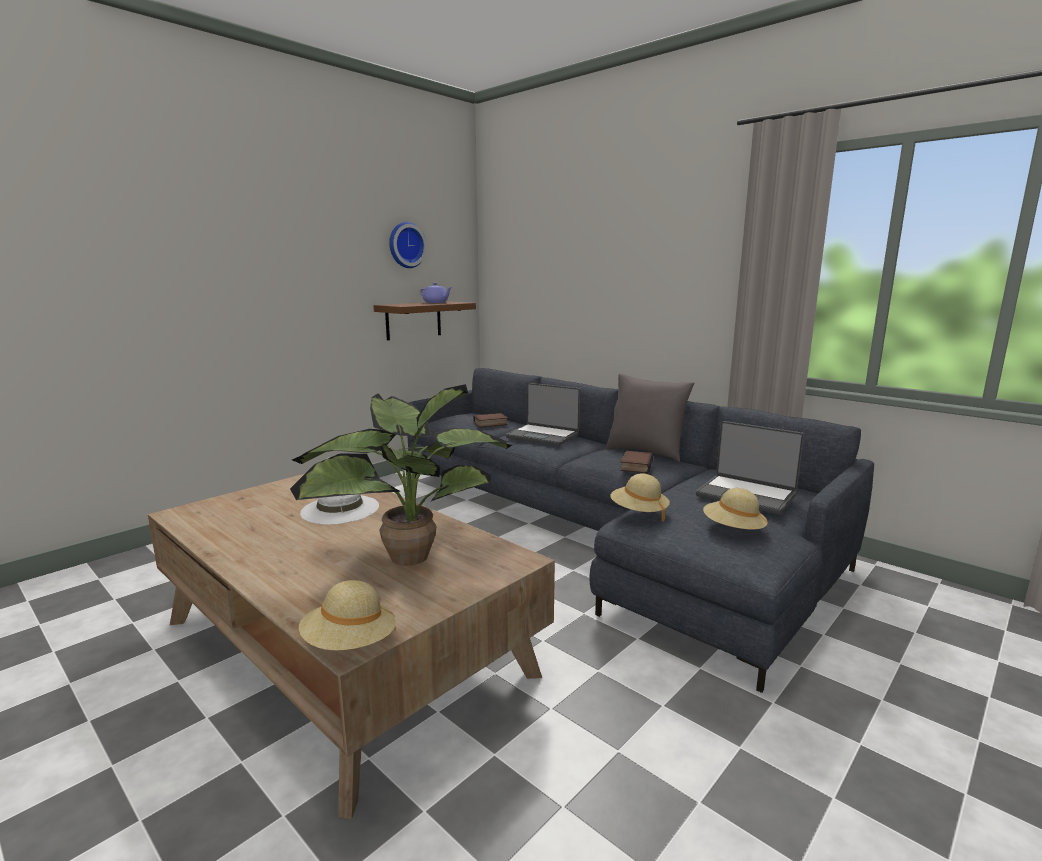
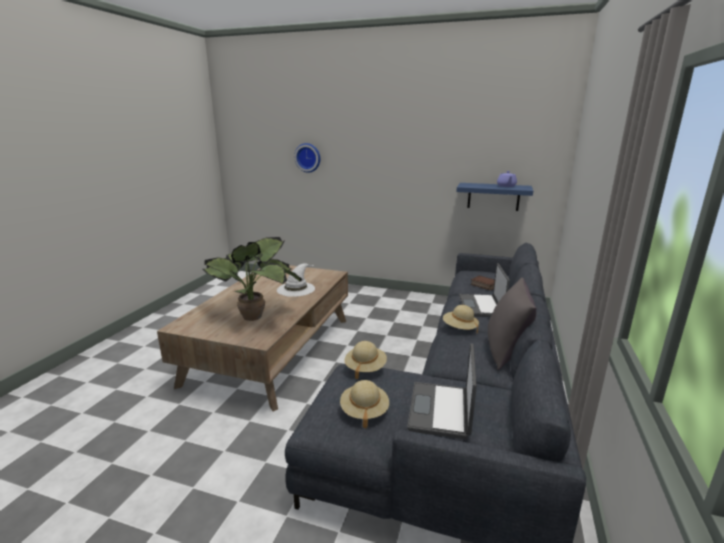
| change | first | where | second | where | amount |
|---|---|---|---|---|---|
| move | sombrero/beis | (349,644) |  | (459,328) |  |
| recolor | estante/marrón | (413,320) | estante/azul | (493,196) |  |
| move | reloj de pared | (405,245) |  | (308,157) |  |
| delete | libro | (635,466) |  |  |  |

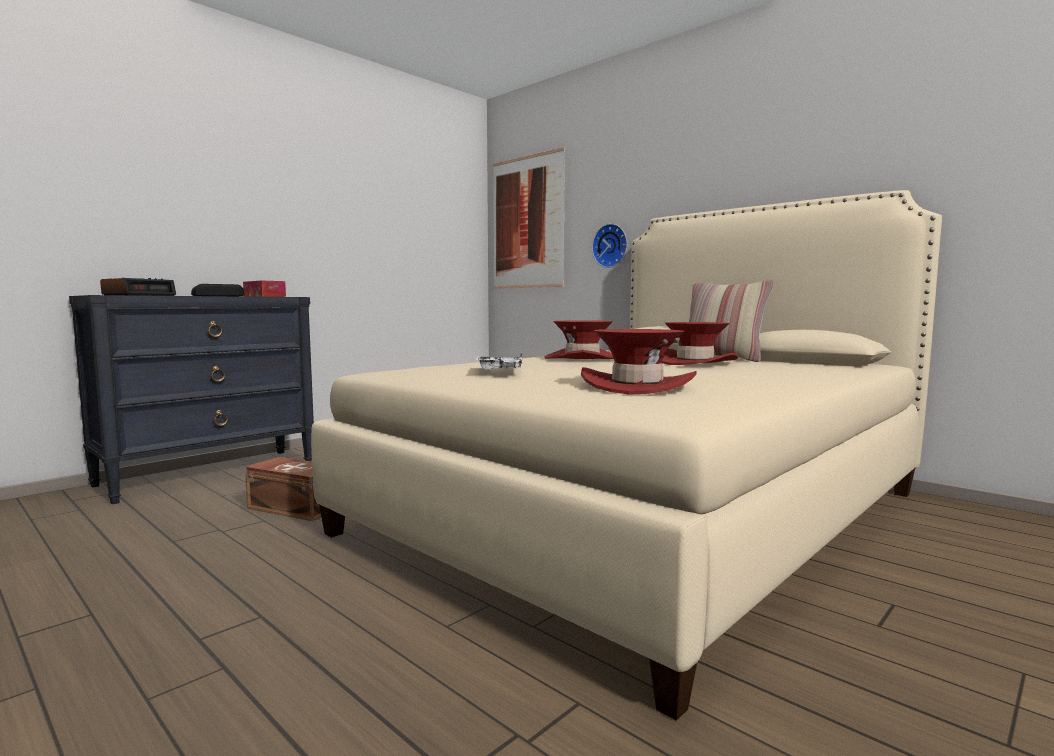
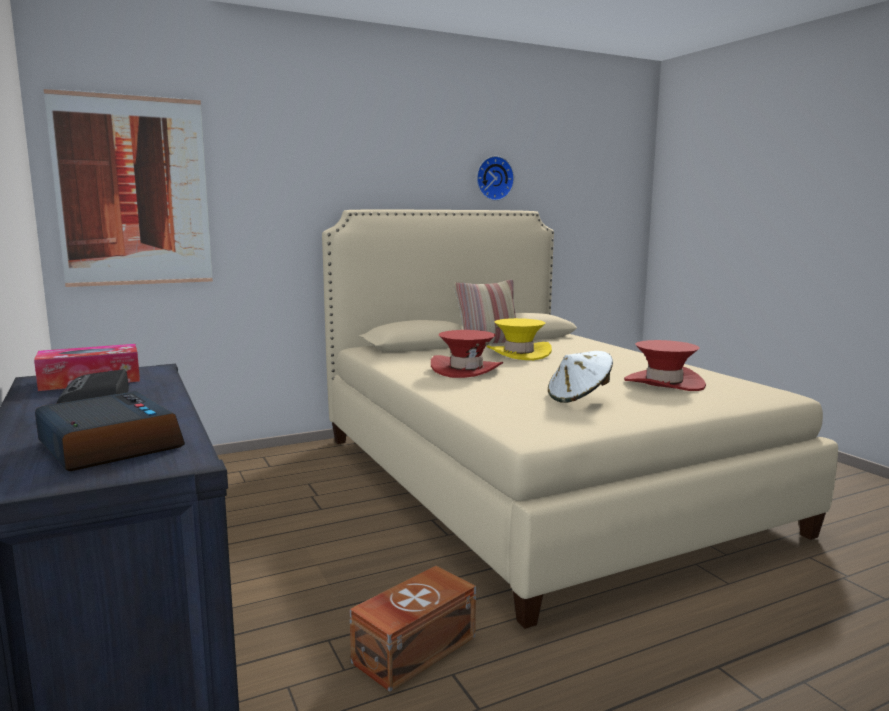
| change | first | where | second | where | amount |
|---|---|---|---|---|---|
| replace | bandeja/blanco | (500,370) | sombrero/blanco | (579,397) |  |
| move | reloj de pared | (611,246) |  | (493,178) |  |
| recolor | sombrero/rojo | (695,362) | sombrero/amarillo | (518,353) |  |

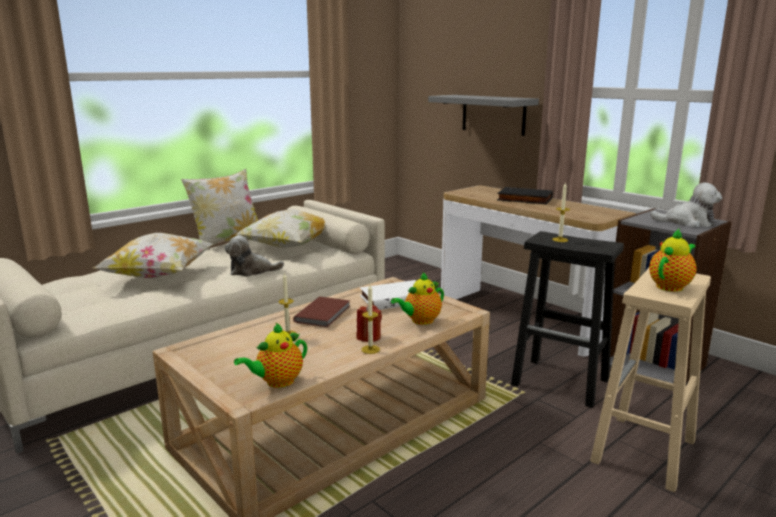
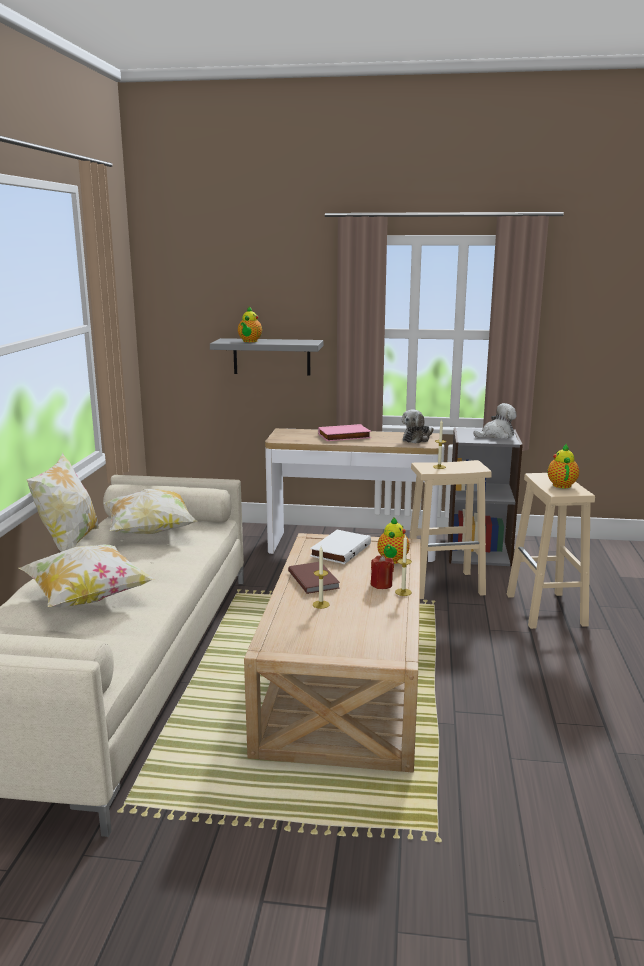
| change | first | where | second | where | amount |
|---|---|---|---|---|---|
| move | peluche | (251,271) |  | (417,439) |  |
| move | tetera | (277,382) |  | (249,341) |  |
| recolor | libro/negro | (524,199) | libro/rosa | (344,436) |  |
| recolor | taburete/negro | (562,382) | taburete/beis | (445,585) |  |

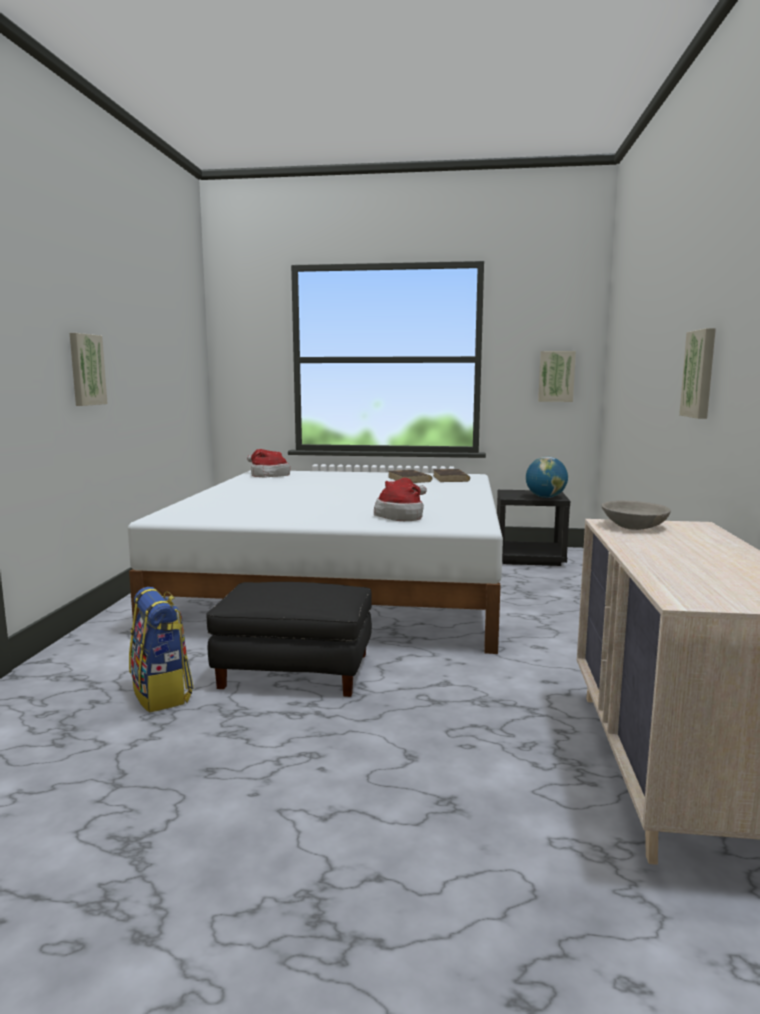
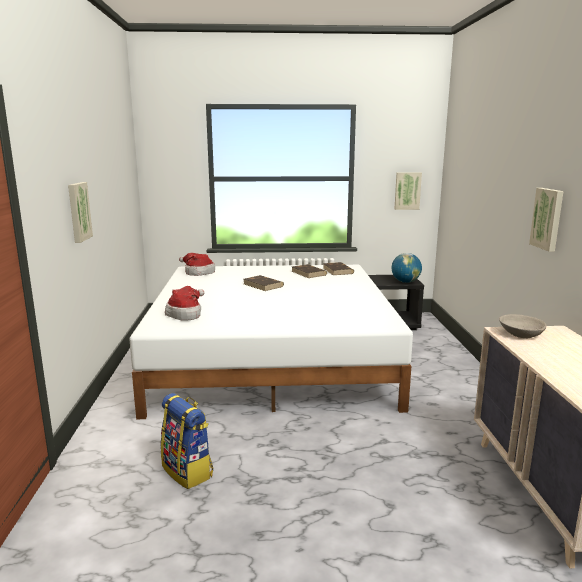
| change | first | where | second | where | amount |
|---|---|---|---|---|---|
| delete | puf/negro | (296,670) |  |  |  |
| move | sombrero | (402,515) |  | (186,314) |  |
| insert |  |  | libro/marrón | (263,285) |  |

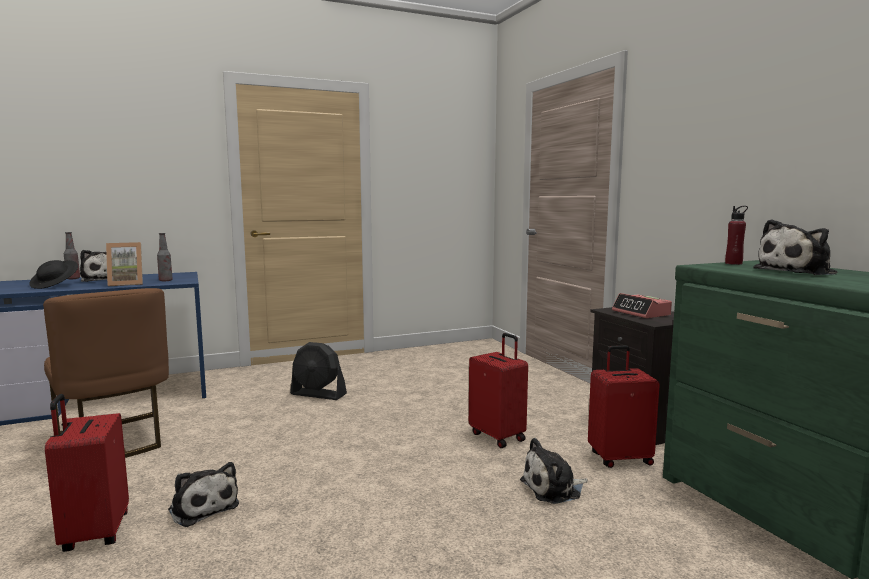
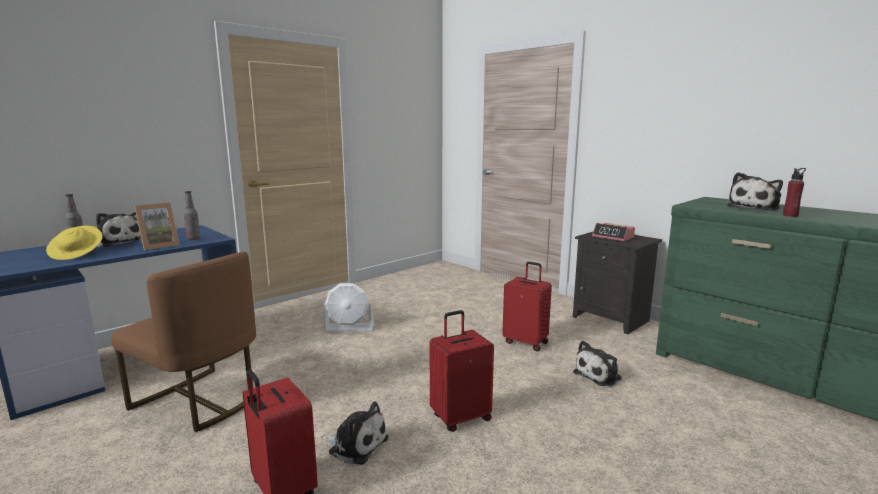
| change | first | where | second | where | amount |
|---|---|---|---|---|---|
| recolor | sombrero/negro | (55,285) | sombrero/amarillo | (77,254) |  |
| recolor | ventilador/negro | (318,394) | ventilador/blanco | (349,328) |  |
| move | maleta/rojo | (619,458) |  | (460,417) |  |
| move | botella/rojo | (733,263) |  | (790,215) |  |

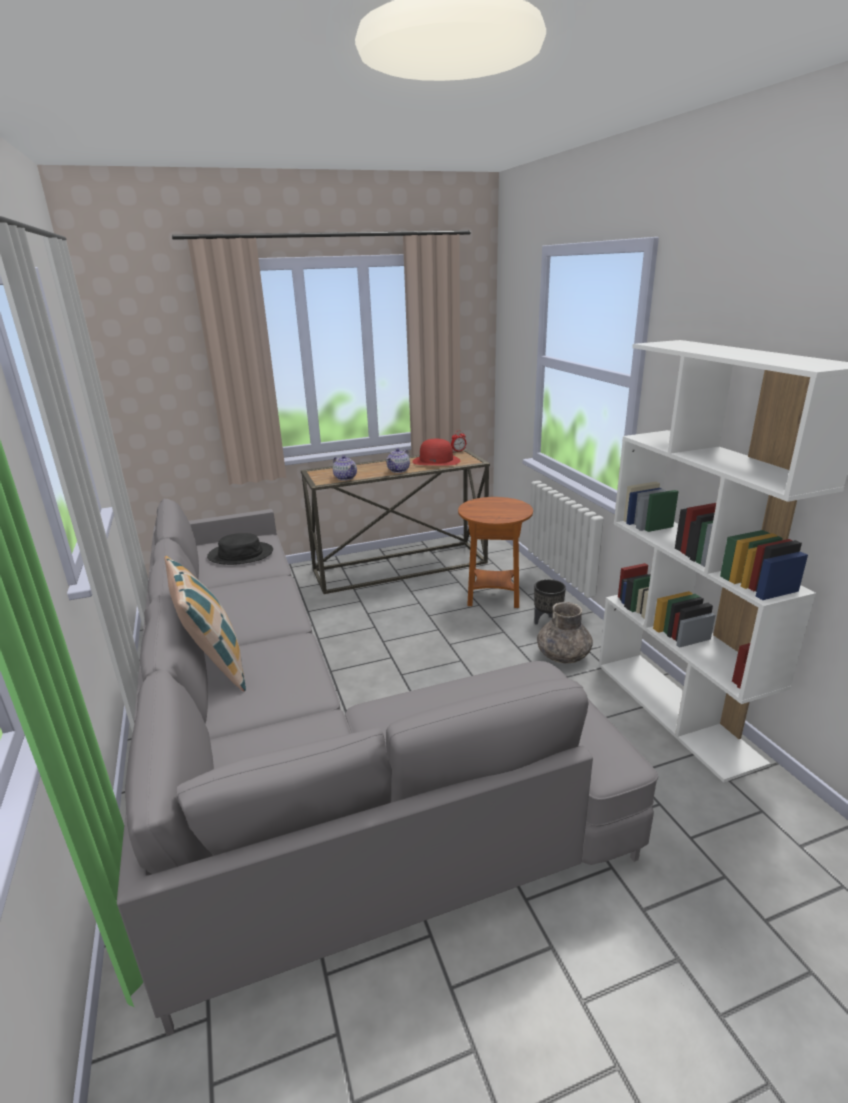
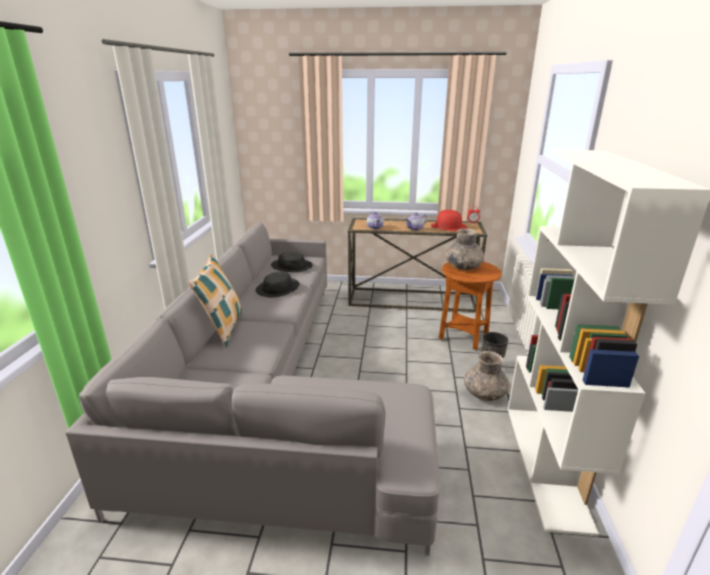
| change | first | where | second | where | amount |
|---|---|---|---|---|---|
| insert |  |  | sombrero/negro | (278,288) |  |
| insert |  |  | florero/gris | (463,267) |  |

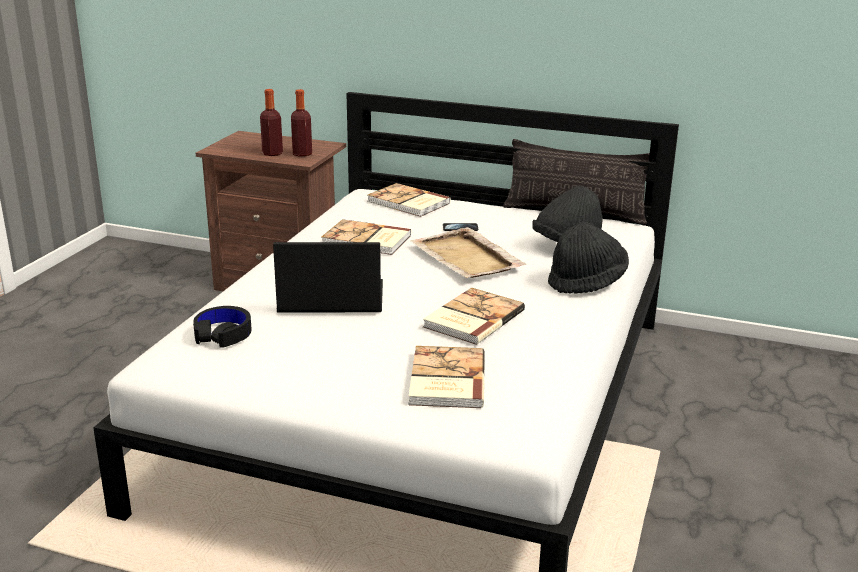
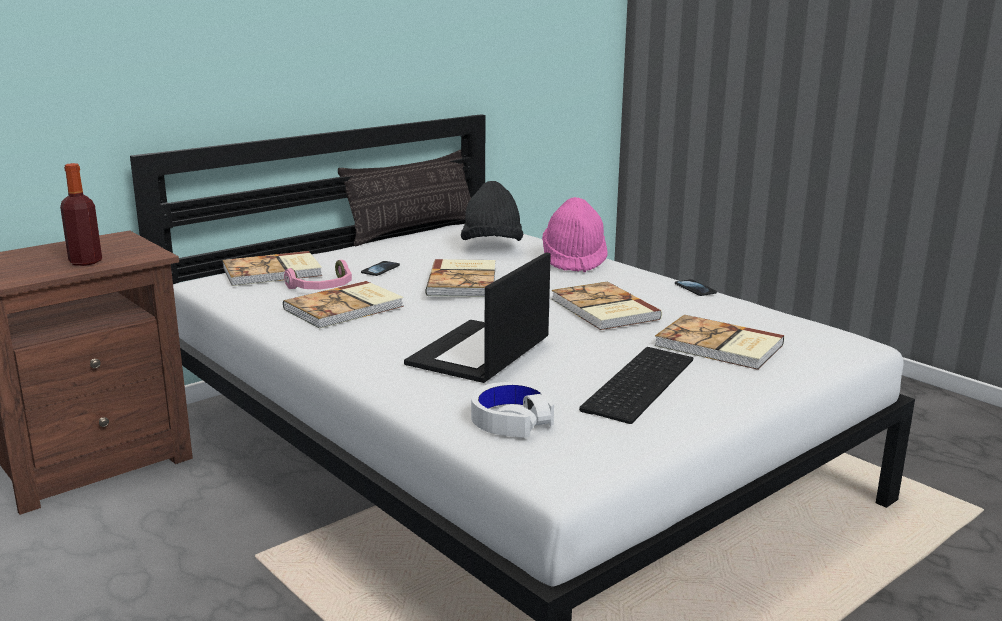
| change | first | where | second | where | amount |
|---|---|---|---|---|---|
| recolor | auriculares/negro | (222,334) | auriculares/blanco | (511,420) |  |
| delete | botella | (302,154) |  |  |  |
| replace | bandeja/beis | (467,258) | libro | (464,281) |  |
| recolor | sombrero/negro | (586,282) | sombrero/rosa | (574,260) |  |
| insert |  |  | auriculares/rosa | (323,287) |  |
| insert |  |  | teclado | (637,382) |  |
| insert |  |  | móvil | (695,289) |  |

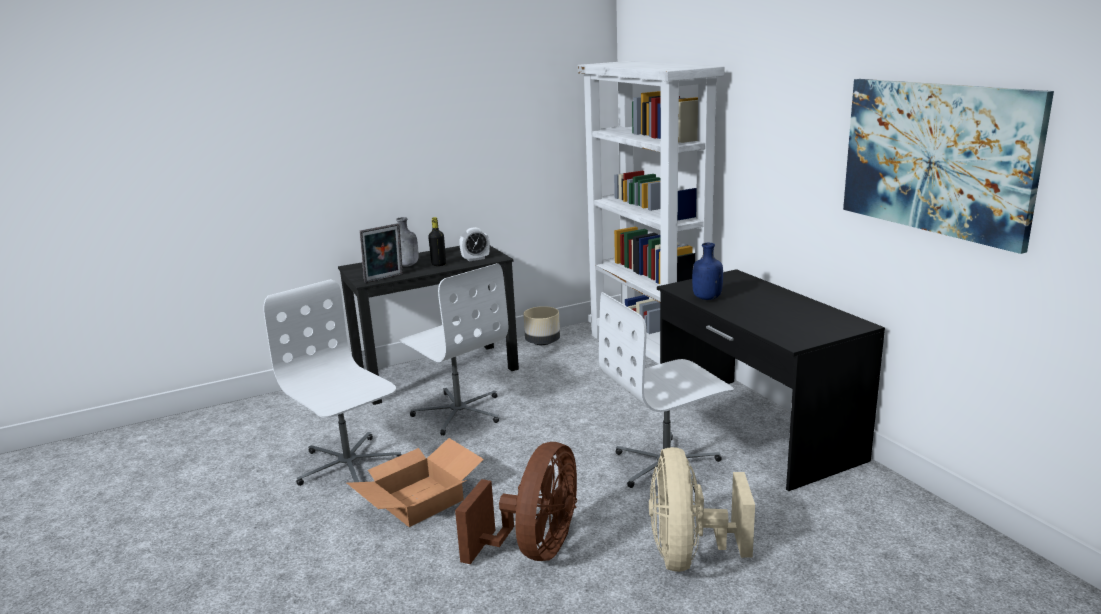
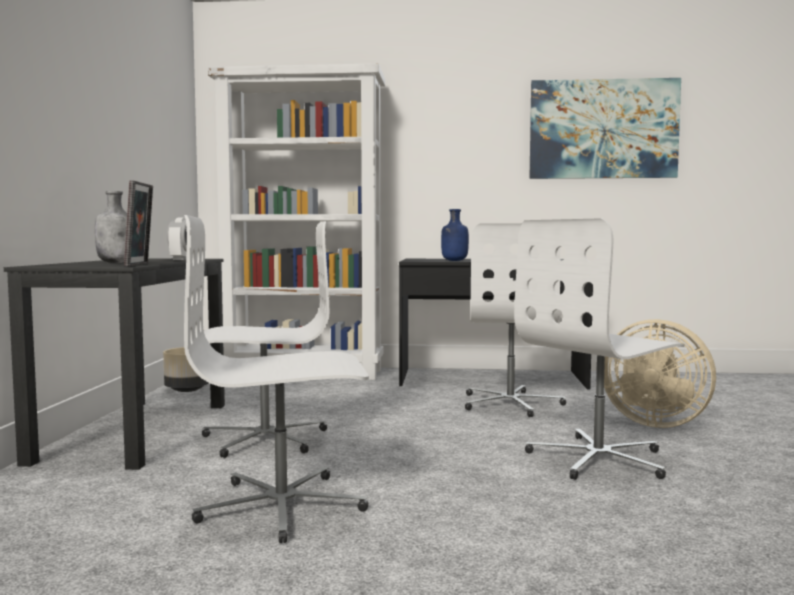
| change | first | where | second | where | amount |
|---|---|---|---|---|---|
| delete | caja de cartón | (420,499) |  |  |  |
| delete | botella/negro | (438,264) |  |  |  |
| replace | ventilador/marrón | (534,548) | silla de oficina/blanco | (599,459) |  |

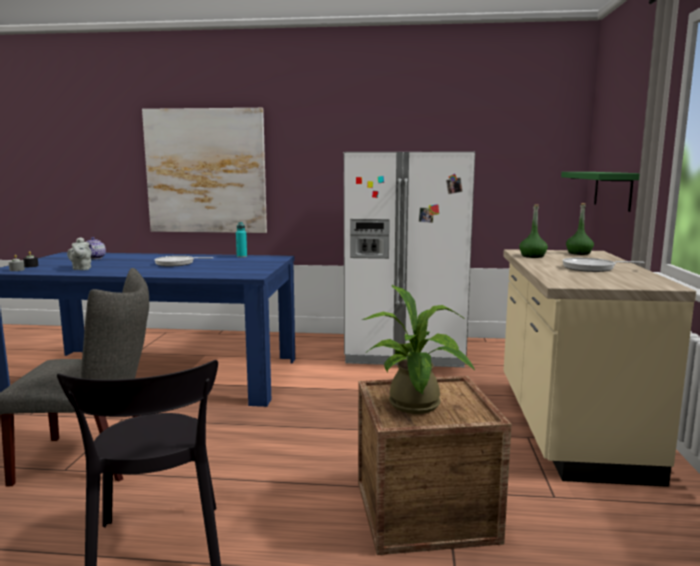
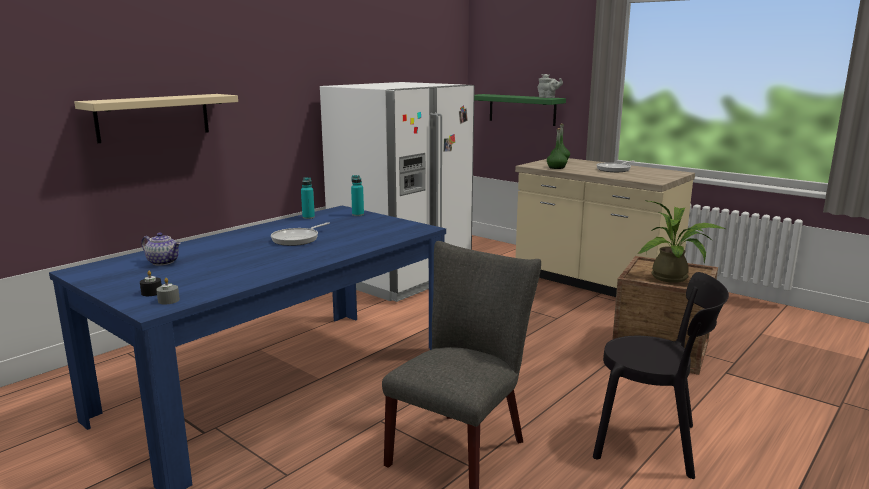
| change | first | where | second | where | amount |
|---|---|---|---|---|---|
| move | tetera/gris | (81,269) |  | (548,98) |  |
| replace | cuadro | (206,171) | estante/beis | (153,117) |  |
| insert |  |  | botella/turquesa | (358,214) |  |

